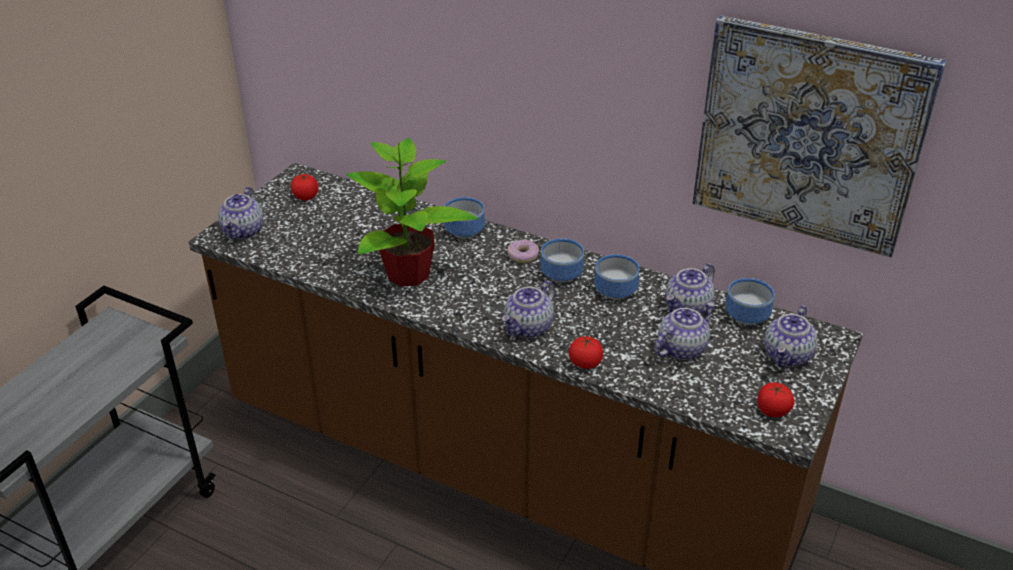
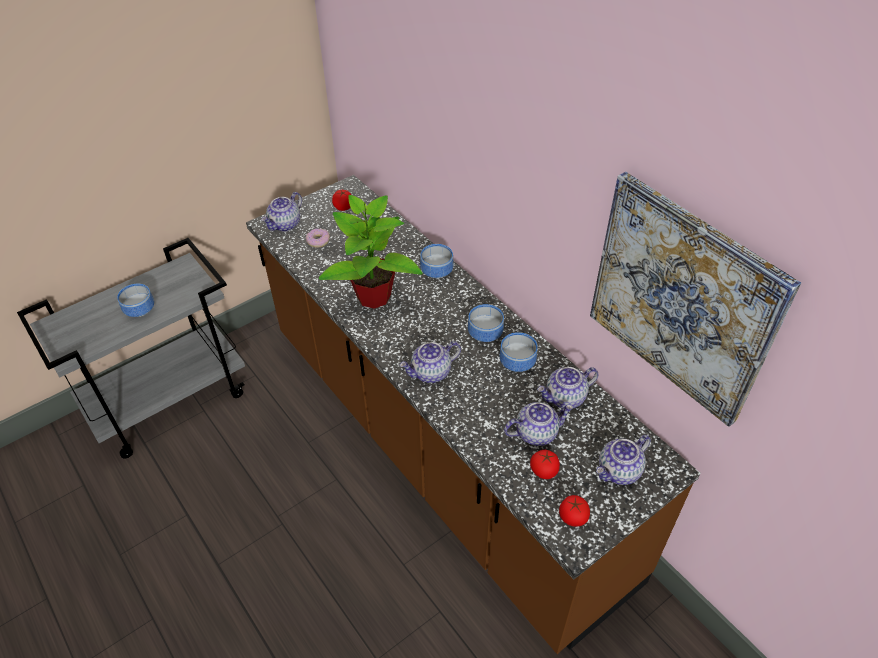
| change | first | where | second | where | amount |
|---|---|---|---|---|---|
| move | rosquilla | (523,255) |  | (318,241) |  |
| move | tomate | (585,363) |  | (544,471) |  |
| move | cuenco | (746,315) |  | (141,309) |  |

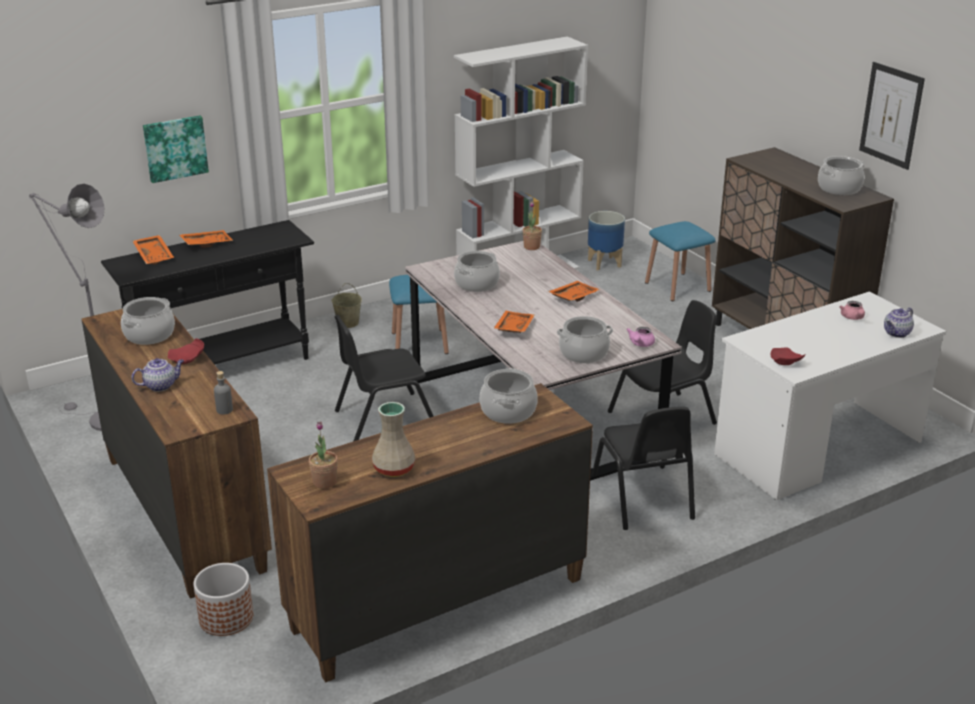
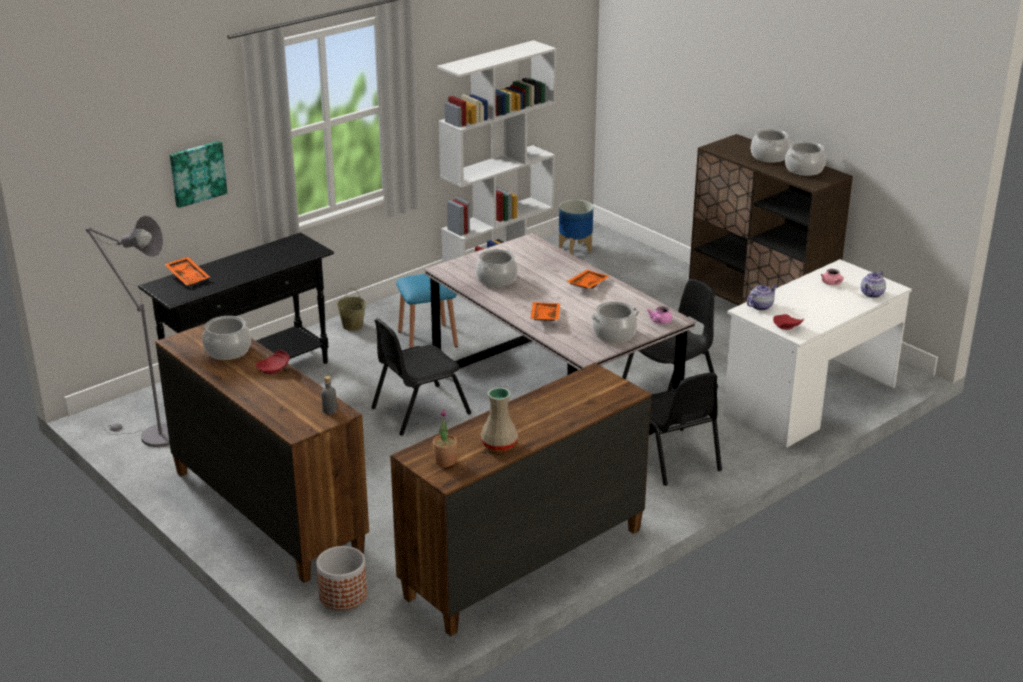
| change | first | where | second | where | amount |
|---|---|---|---|---|---|
| move | tetera | (161,385) |  | (761,306) |  |
| delete | bandeja/naranja | (206,243) |  |  |  |
| move | olla | (508,411) |  | (769,157) |  |
| delete | planta en maceta | (531,247) |  |  |  |
| delete | taburete/azul | (677,286) |  |  |  |
| delete | cuadro | (891,115) |  |  |  |

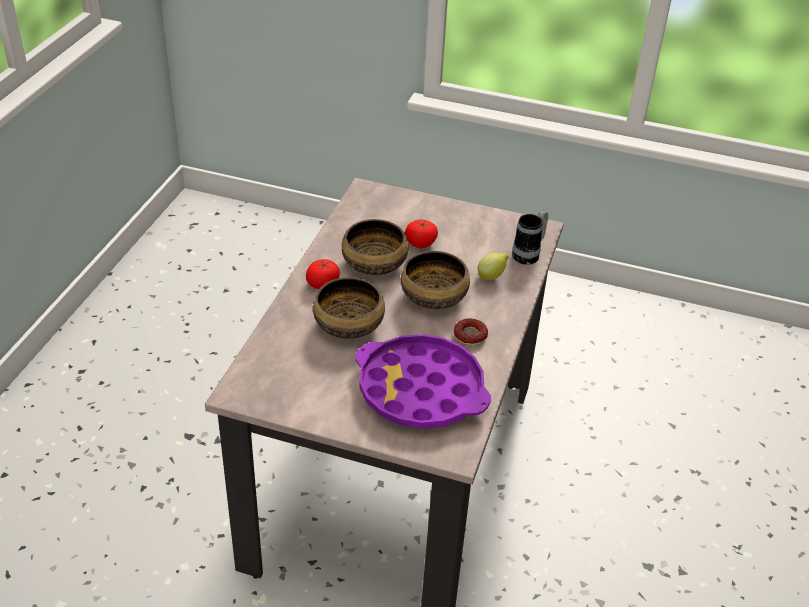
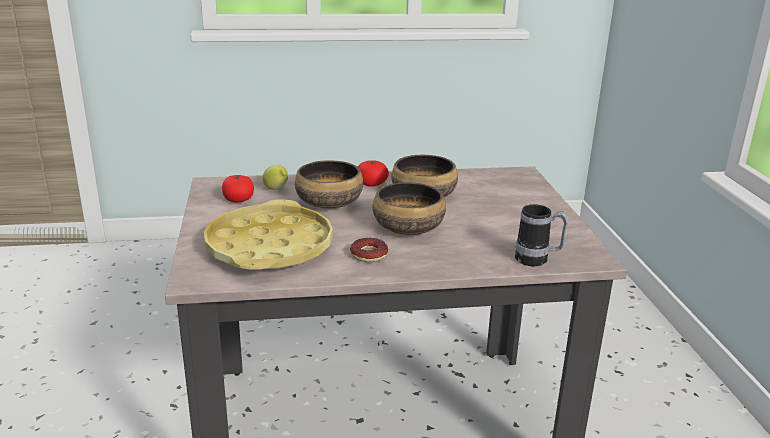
| change | first | where | second | where | amount |
|---|---|---|---|---|---|
| recolor | bandeja/morado | (421,390) | bandeja/amarillo | (269,247) |  |
| move | tomate | (420,242) |  | (238,199) |  |
| move | limón | (491,276) |  | (276,189) |  |

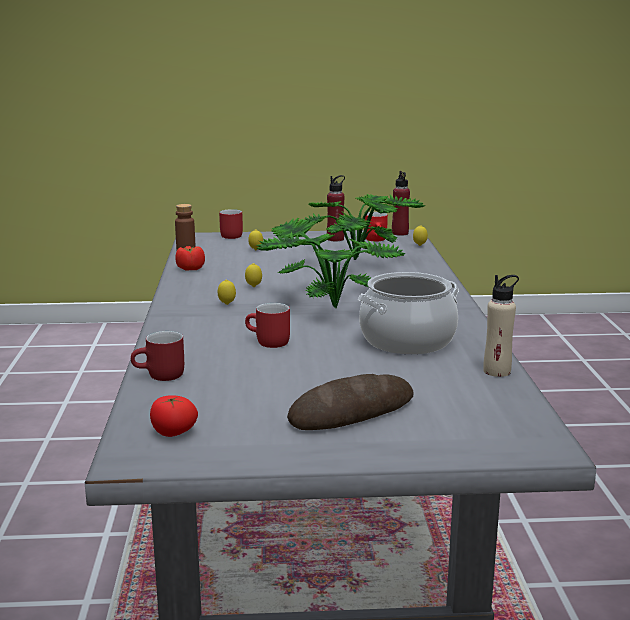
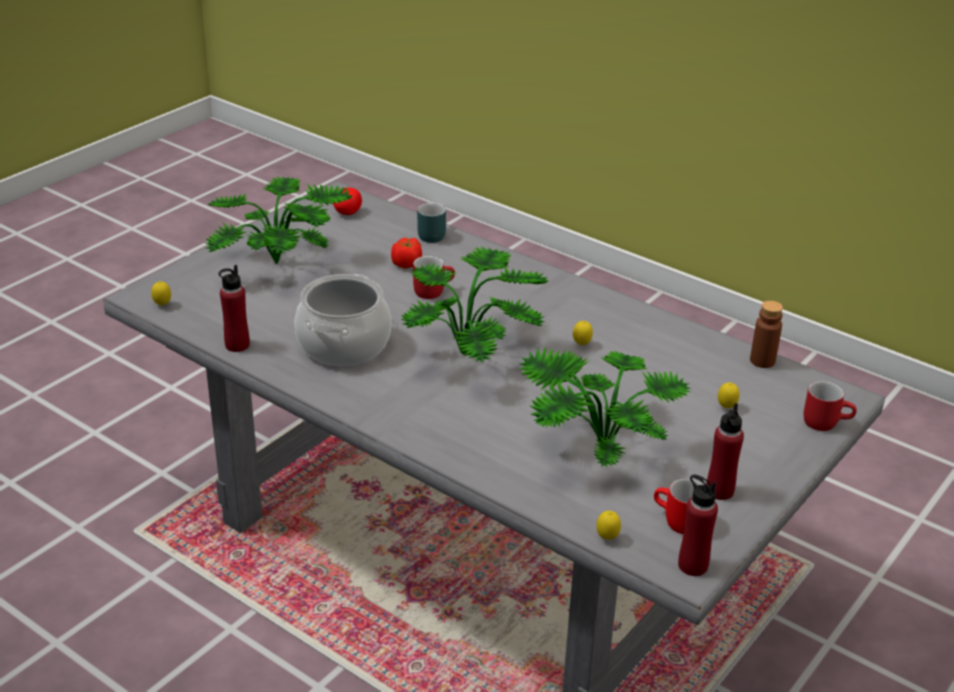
| change | first | where | second | where | amount |
|---|---|---|---|---|---|
| recolor | taza grande/rojo | (160,376) | taza grande/turquesa | (432,234) |  |
| move | tomate | (190,268) |  | (407,264) |  |
| move | limón | (227,304) |  | (162,305) |  |
| replace | pan | (352,411) | planta en maceta | (281,266) |  |
| recolor | botella/beis | (497,371) | botella/rojo | (237,345) |  |

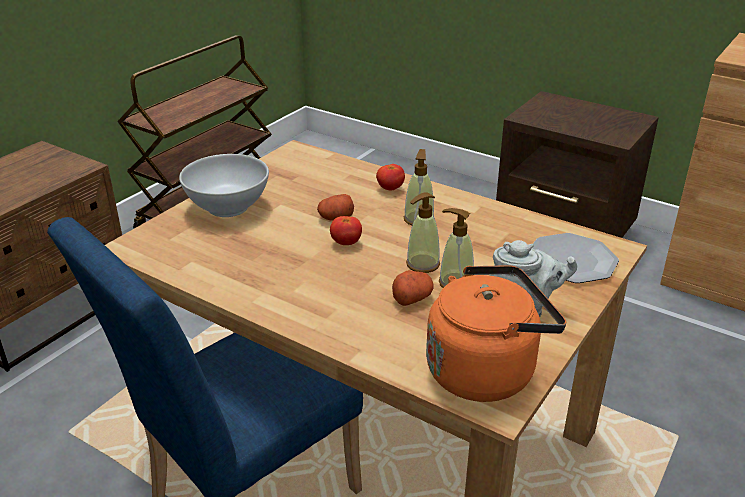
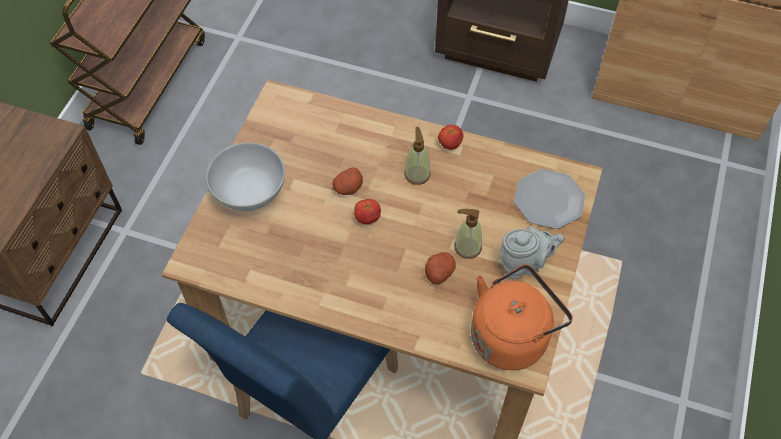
| change | first | where | second | where | amount |
|---|---|---|---|---|---|
| move | tomate | (390,188) |  | (450,144) |  |
| delete | dispensador de jabón | (422,264) |  |  |  |

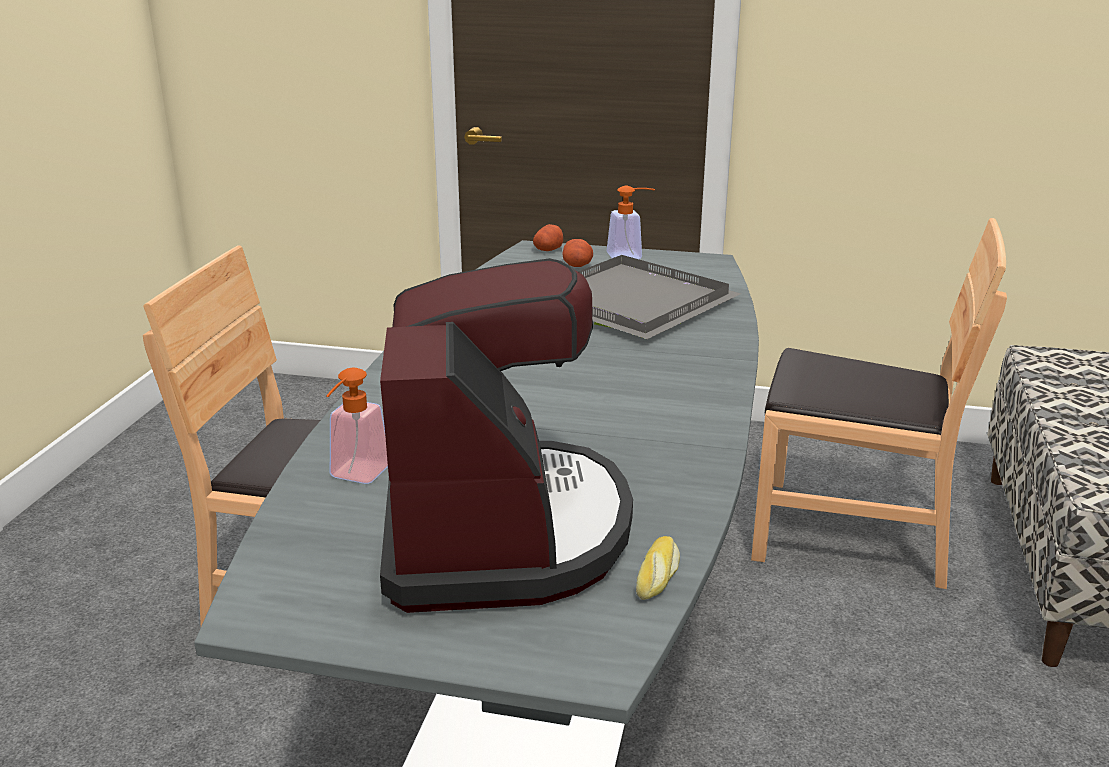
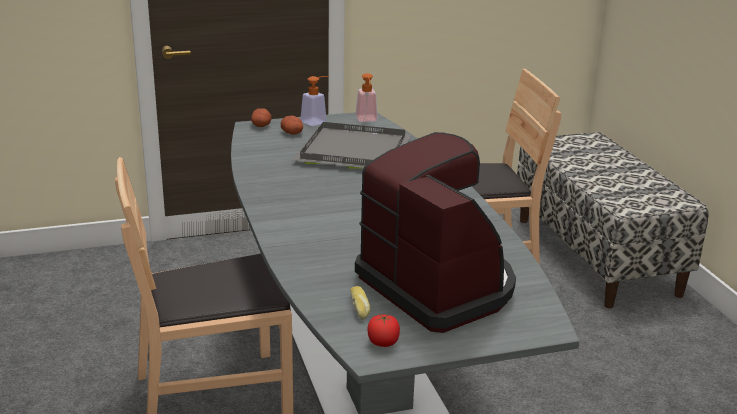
| change | first | where | second | where | amount |
|---|---|---|---|---|---|
| move | dispensador de jabón | (355,476) |  | (367,120) |  |
| move | pan | (659,576) |  | (360,307) |  |
| insert |  |  | tomate | (383,343) |  |

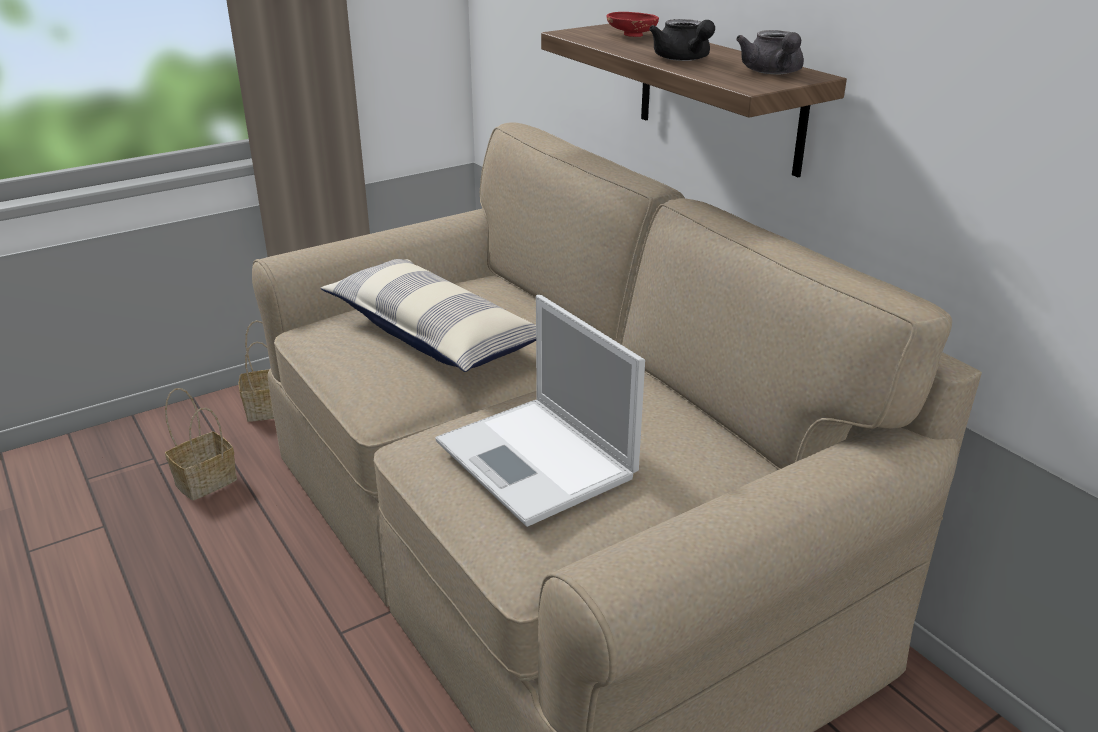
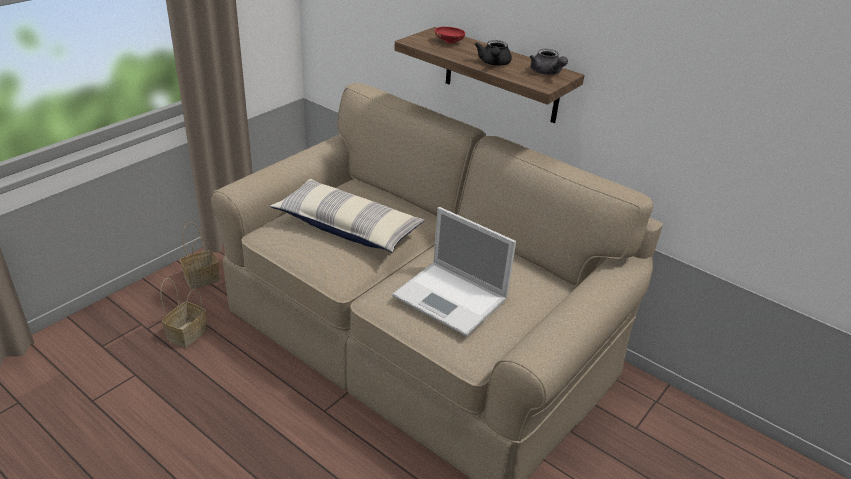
| change | first | where | second | where | amount |
|---|---|---|---|---|---|
| rotate | tetera/negro | (683,59) |  | (493,63) | 45 degrees clockwise |

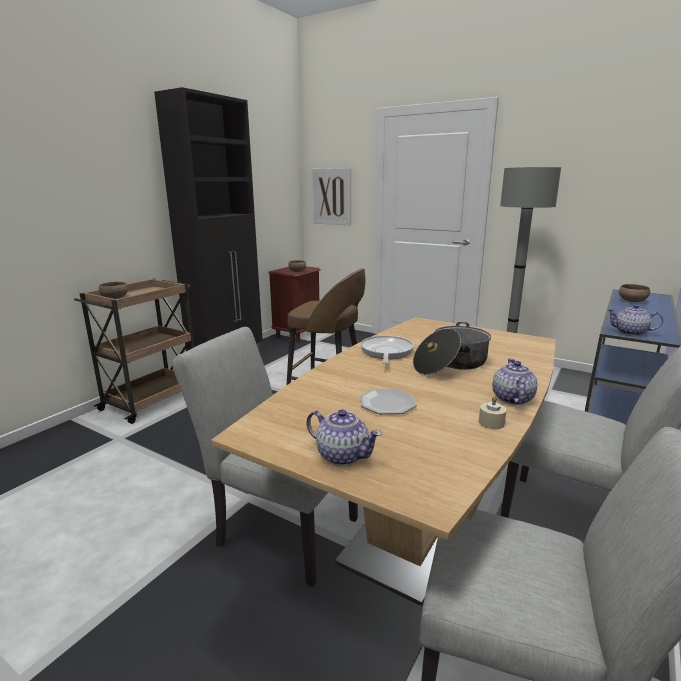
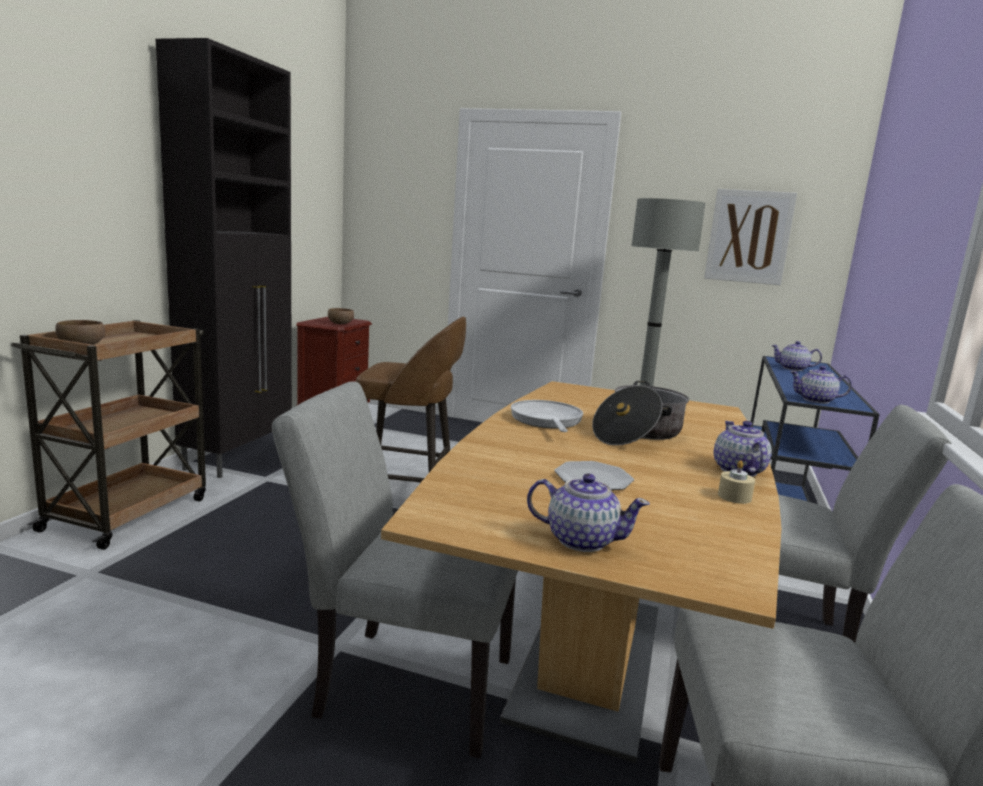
| change | first | where | second | where | amount |
|---|---|---|---|---|---|
| move | cuadro | (332,196) |  | (749,237) |  |
| replace | cuenco/marrón | (632,301) | tetera | (793,369) |  |

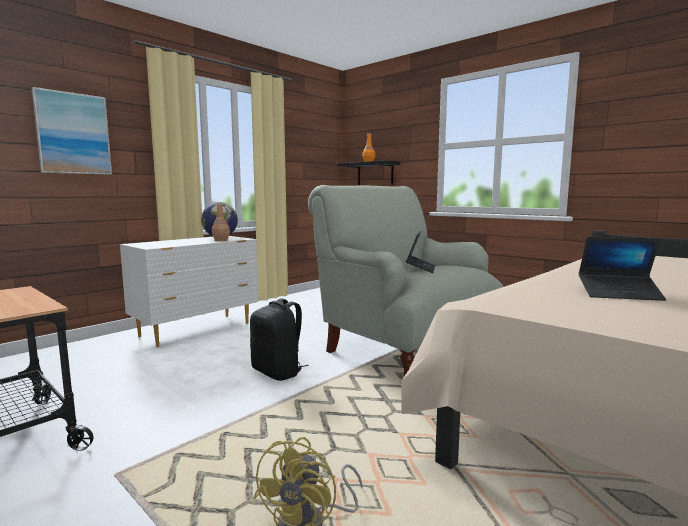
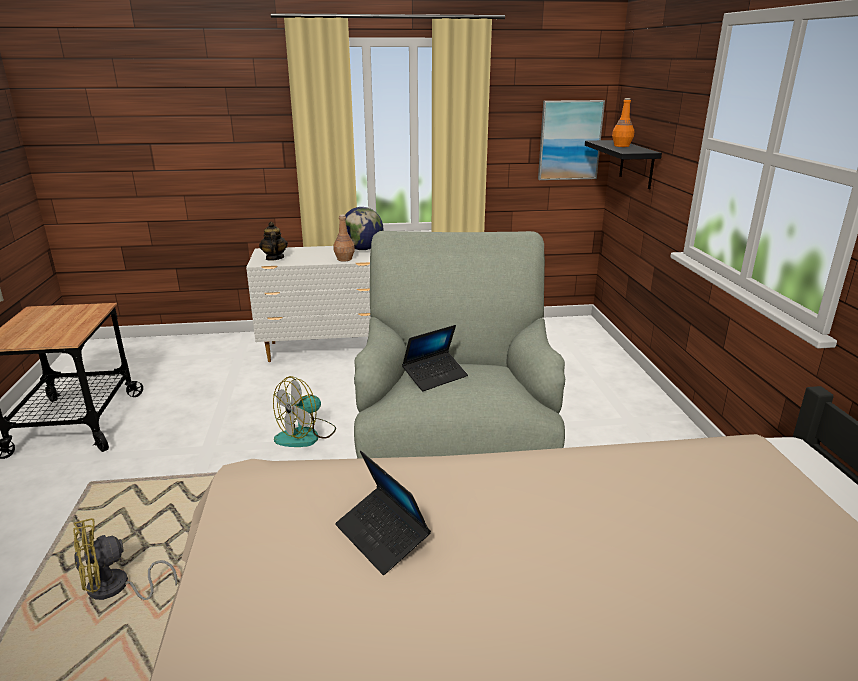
| change | first | where | second | where | amount |
|---|---|---|---|---|---|
| move | cuadro | (73,134) |  | (569,140) |  |
| replace | mochila/negro | (278,372) | ventilador | (306,435) |  |
| insert |  |  | tetera | (274,258) |  |

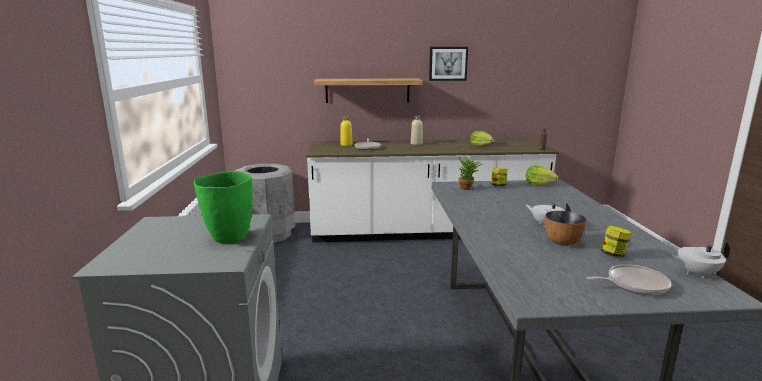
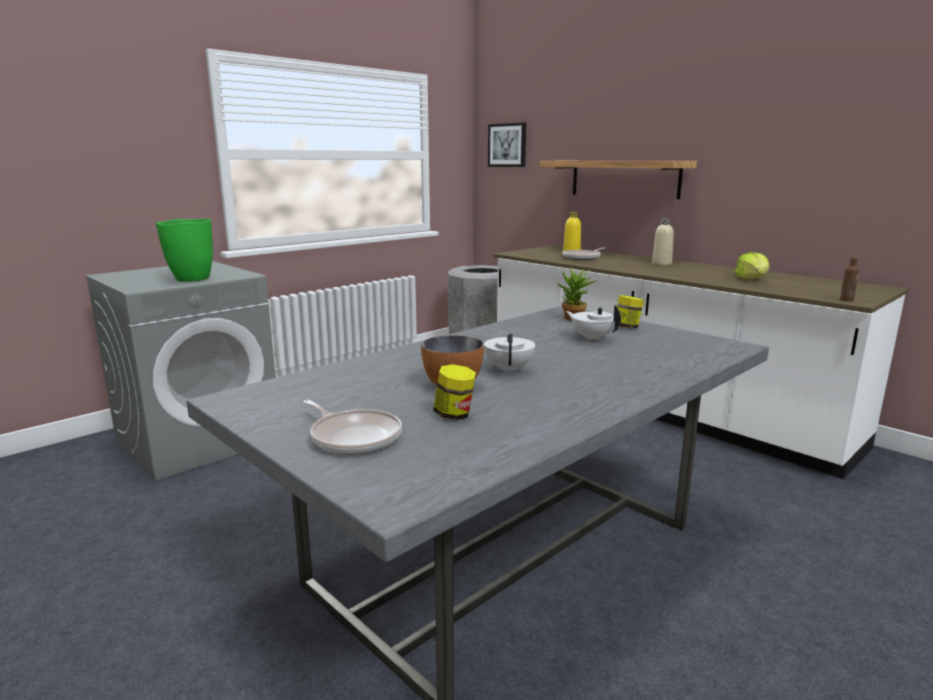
| change | first | where | second | where | amount |
|---|---|---|---|---|---|
| move | cuadro | (448,63) |  | (507,145) |  |
| delete | lechuga | (539,184) |  |  |  |
| move | tetera/blanco | (696,273) |  | (592,338) |  |

